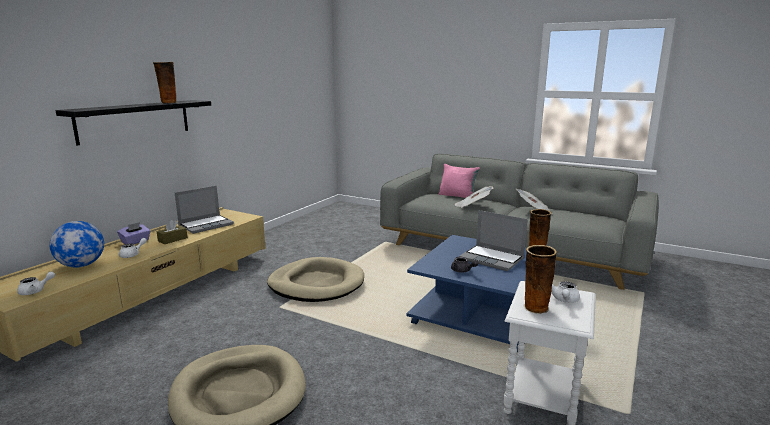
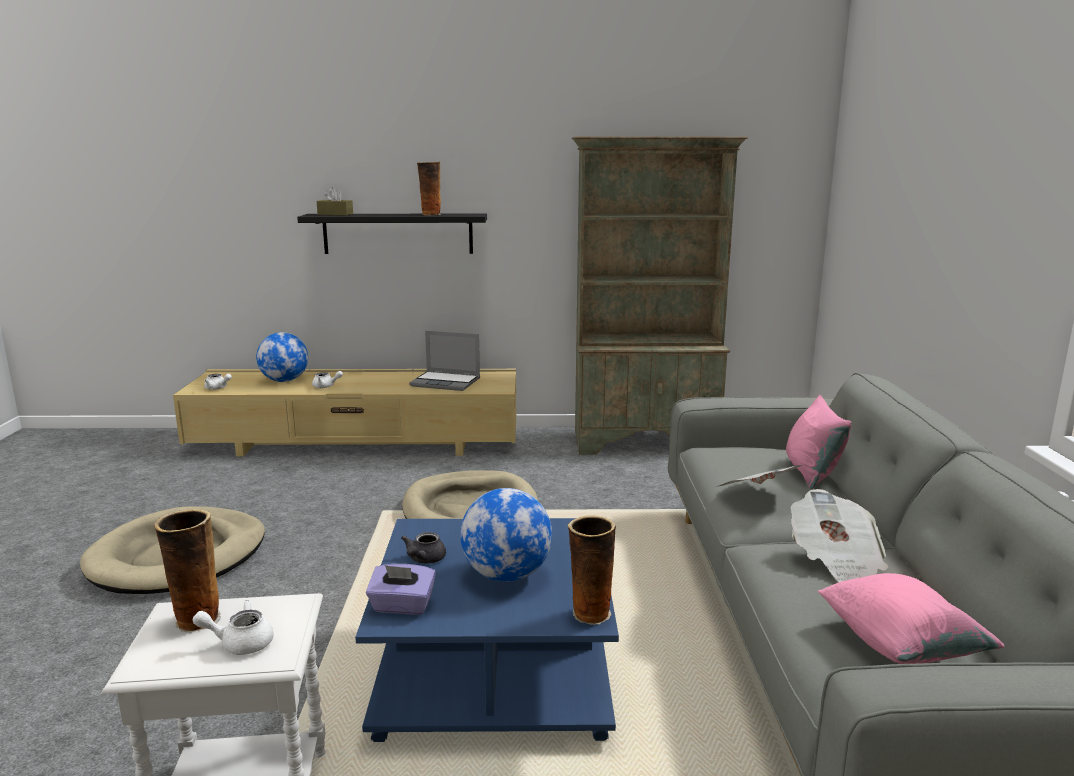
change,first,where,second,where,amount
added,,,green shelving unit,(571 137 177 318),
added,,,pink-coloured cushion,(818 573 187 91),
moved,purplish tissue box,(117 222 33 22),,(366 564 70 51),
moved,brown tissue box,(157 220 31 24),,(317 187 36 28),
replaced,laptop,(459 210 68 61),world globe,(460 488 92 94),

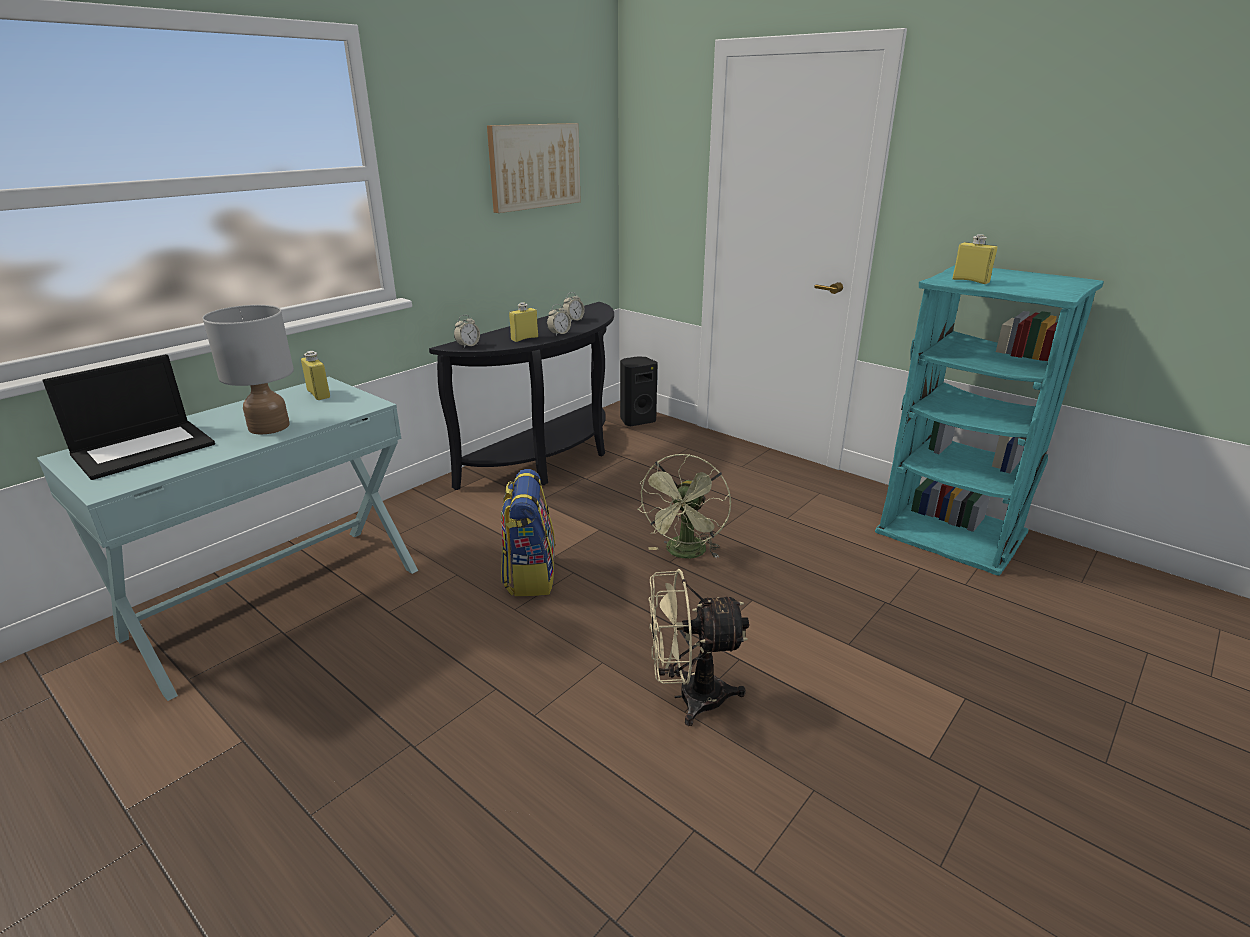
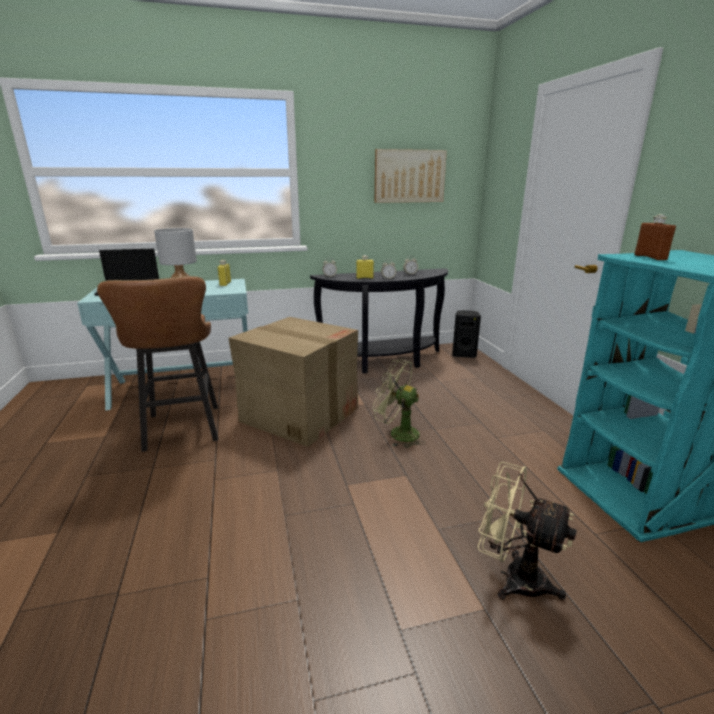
change,first,where,second,where,amount
added,,,brown stool,(97 276 121 176),
moved,beige cooling fan,(649 569 100 157),,(478 462 99 138),
replaced,backpack,(501 469 54 127),cardboard box,(228 317 130 130),
recoloured,yellow drink bottle,(952 234 45 50),brown drink bottle,(634 215 42 45),
turned,green cooling fan,(637 454 94 105),,(373 359 52 89),60 degrees clockwise

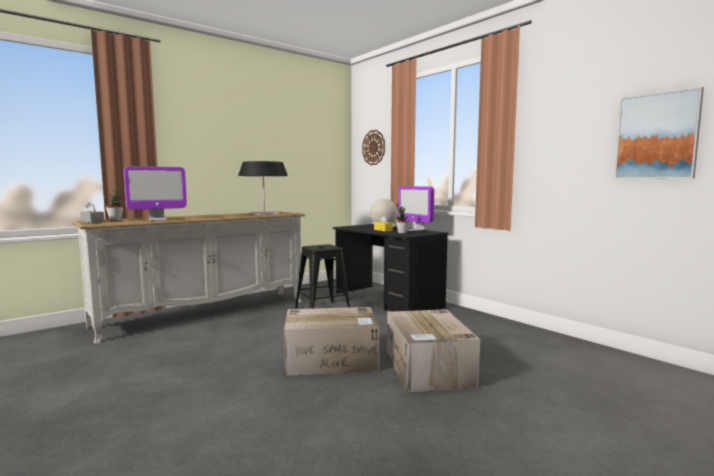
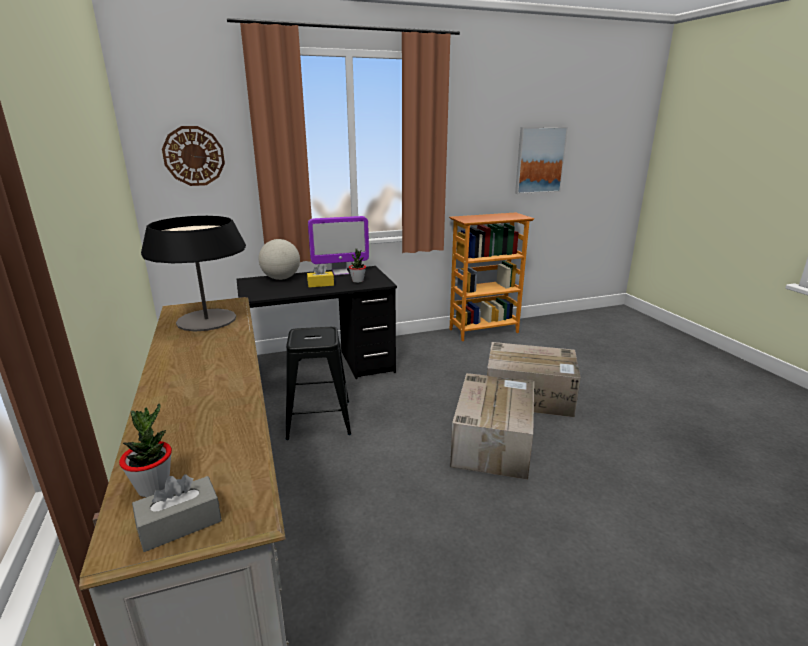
change,first,where,second,where,amount
removed,computer display,(124 166 63 55),,,
added,,,shelving unit,(449 212 85 129),

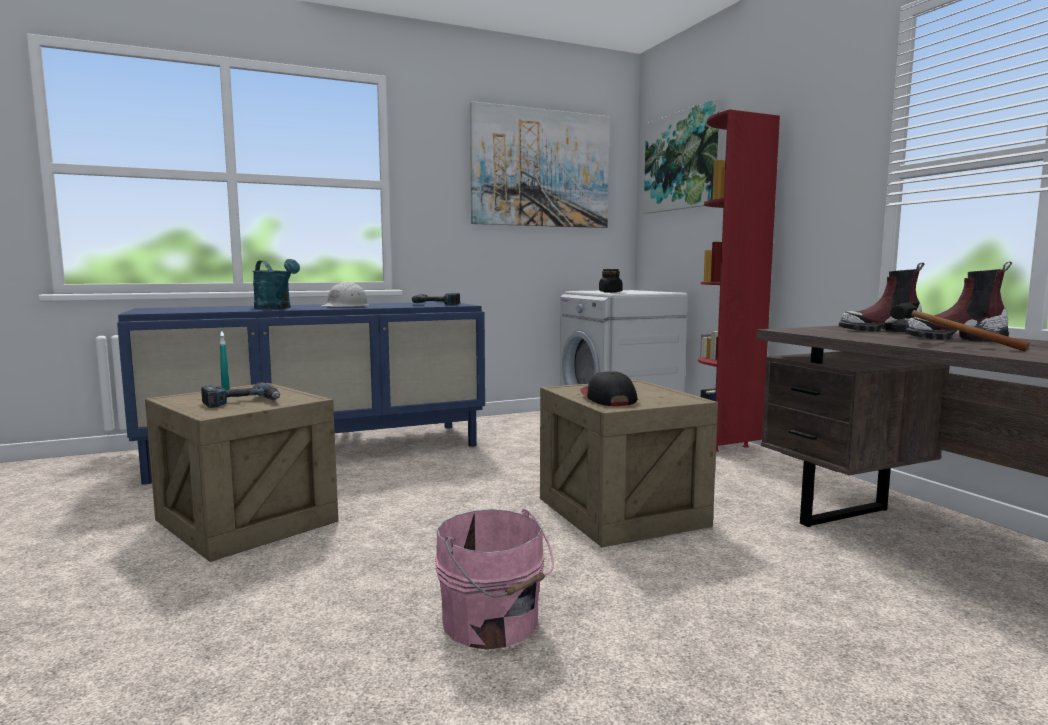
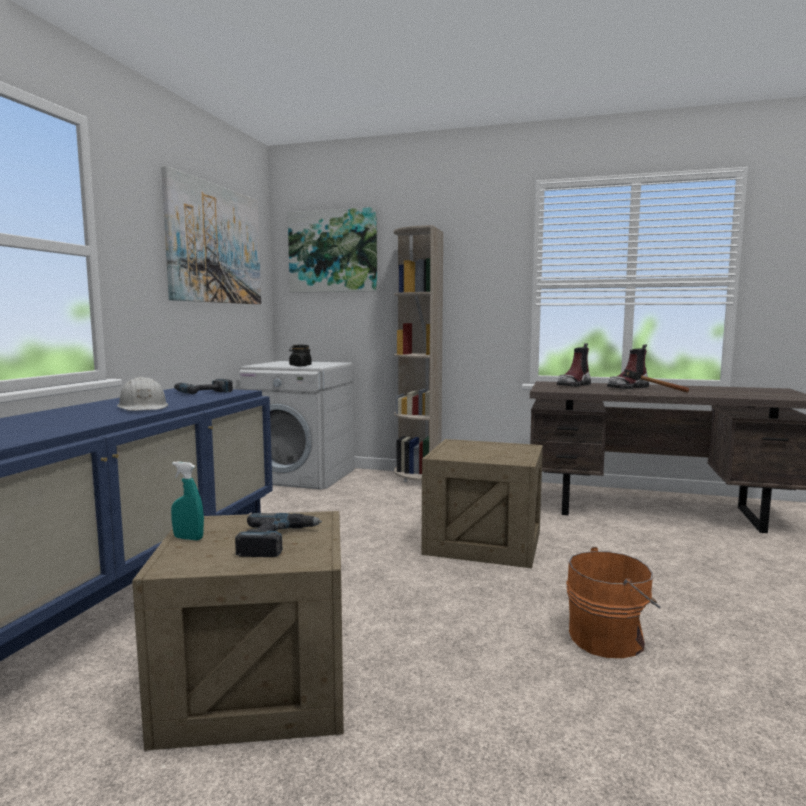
change,first,where,second,where,amount
removed,turquoise-coloured watering can,(252 259 48 50),,,
removed,peaked cap,(580 371 58 35),,,
recoloured,pink-coloured water bucket,(435 509 119 141),orange-coloured water bucket,(566 547 95 111),
recoloured,reddish shelving unit,(698 109 82 343),beige shelving unit,(394 225 49 257),

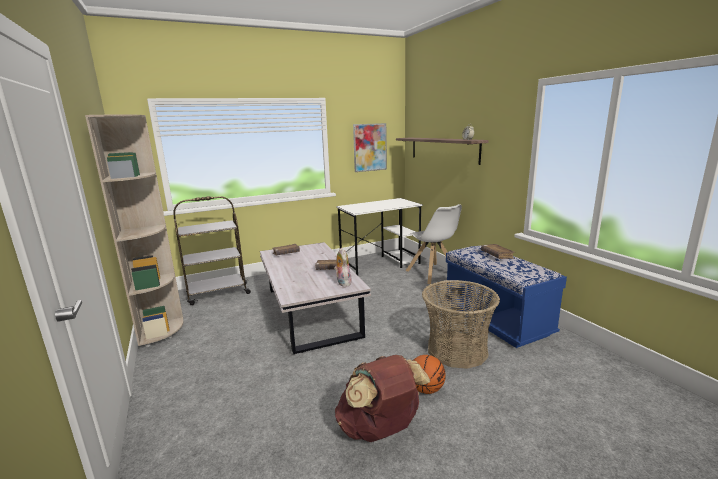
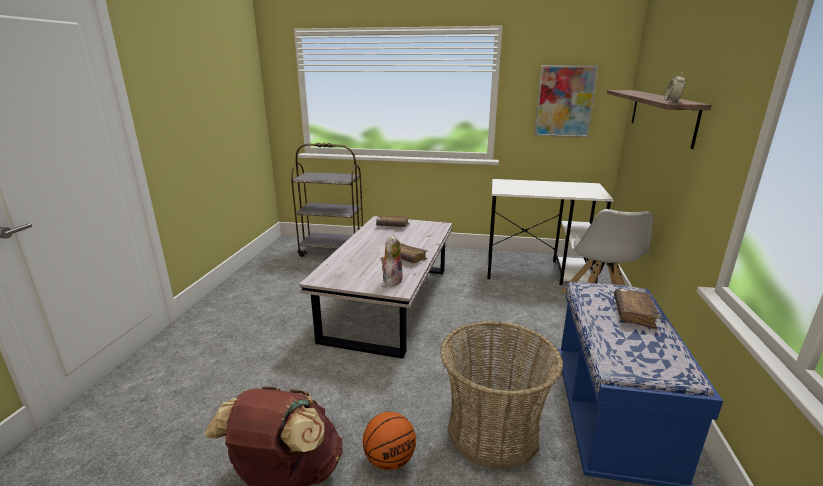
change,first,where,second,where,amount
removed,beige shelving unit,(85 114 98 233),,,

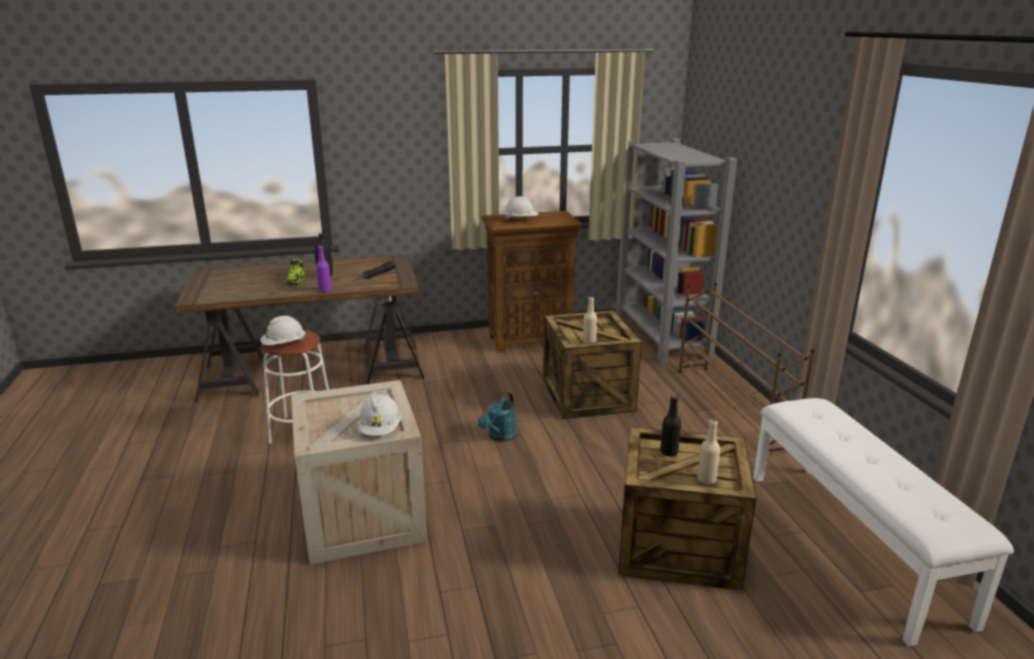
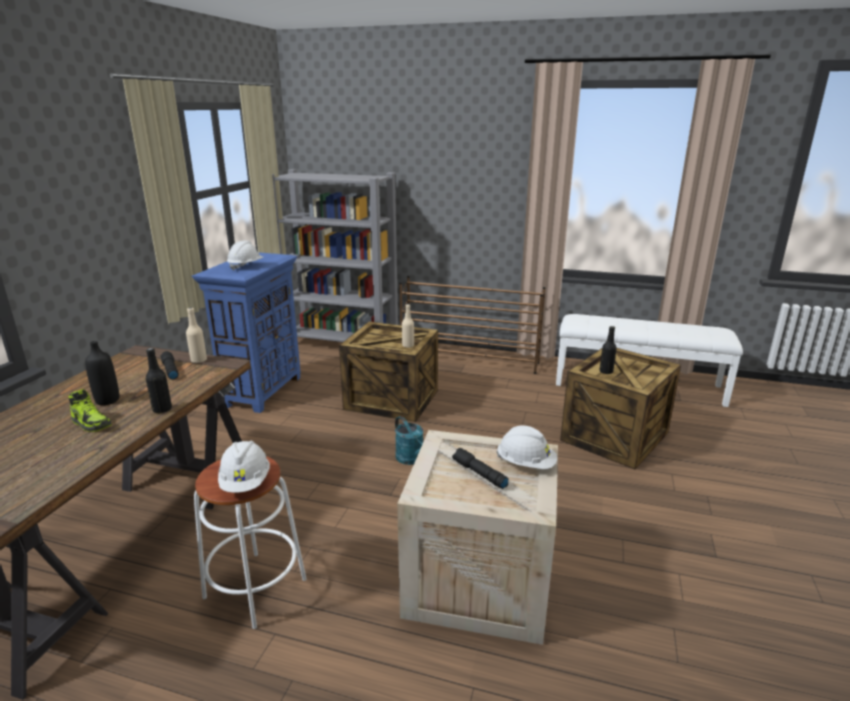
change,first,where,second,where,amount
added,,,black-coloured torch,(452 448 57 41),
moved,beige drink bottle,(697 419 23 65),,(186 307 21 56),
recoloured,purplish drink bottle,(316 246 16 46),black-coloured drink bottle,(146 348 26 66),
recoloured,brown cabinet,(481 211 102 141),bluish cabinet,(192 252 108 161),

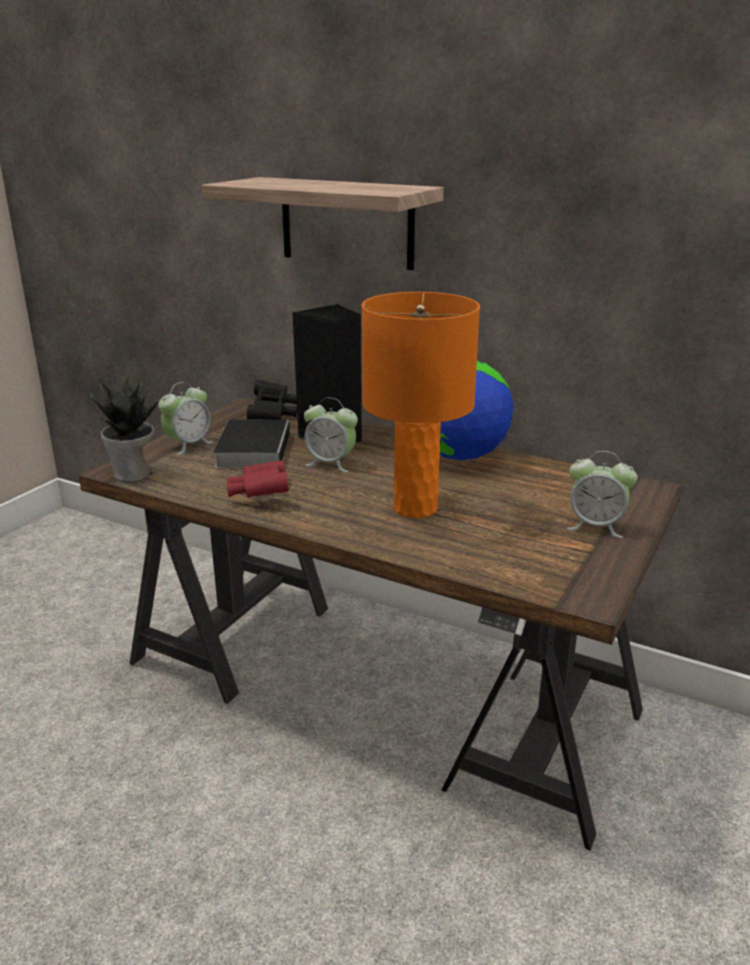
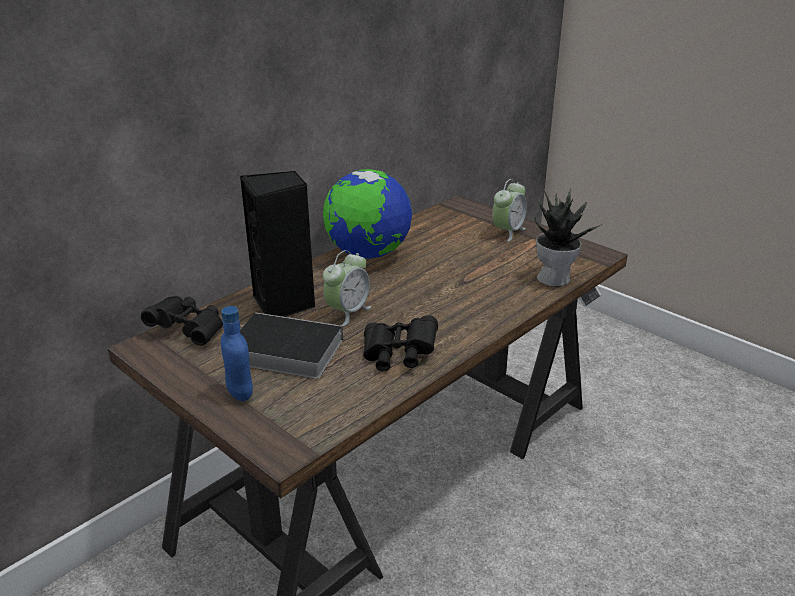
change,first,where,second,where,amount
removed,bracket shelf,(202 177 242 93),,,
removed,orange-coloured lamp for a table,(361 292 119 226),,,
moved,potted plant,(88 367 77 114),,(534 189 68 98),
replaced,alarm clock,(158 382 55 73),bluish drink bottle,(221 306 32 95),
recoloured,reddish field glasses,(226 461 63 37),black-coloured field glasses,(363 315 75 56),

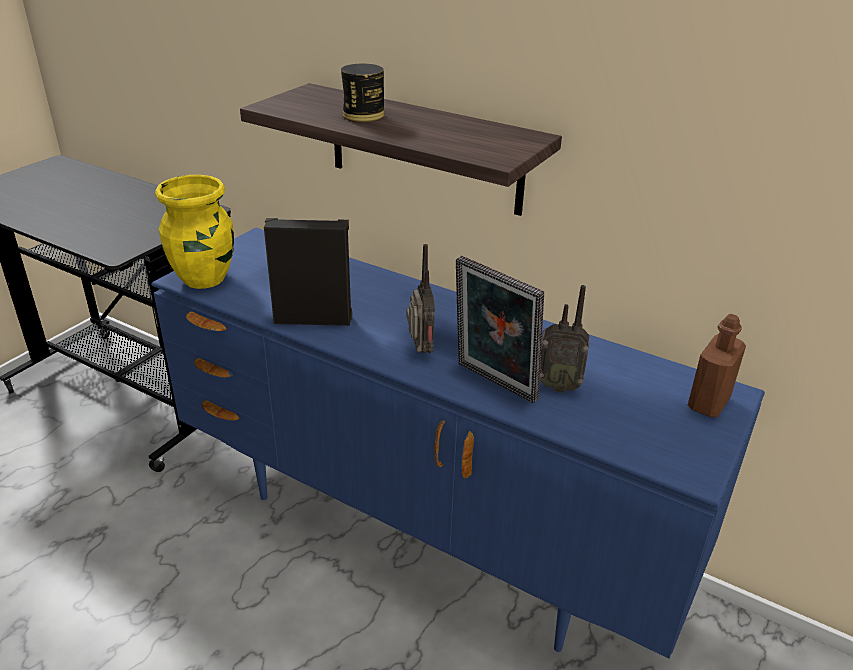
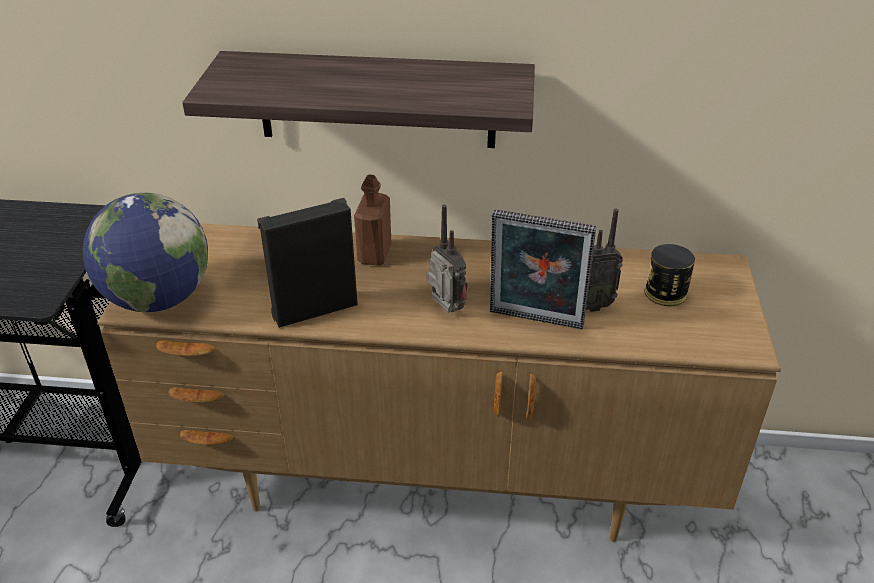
change,first,where,second,where,amount
moved,sealed can,(341 64 43 58),,(644 244 51 62),
moved,brown drink bottle,(688 314 58 104),,(354 174 38 92),
replaced,yellow decorative vase,(155 175 79 114),world globe,(83 193 125 119),
recoloured,bluish chest of drawers,(151 227 614 432),brown chest of drawers,(97 223 684 319),

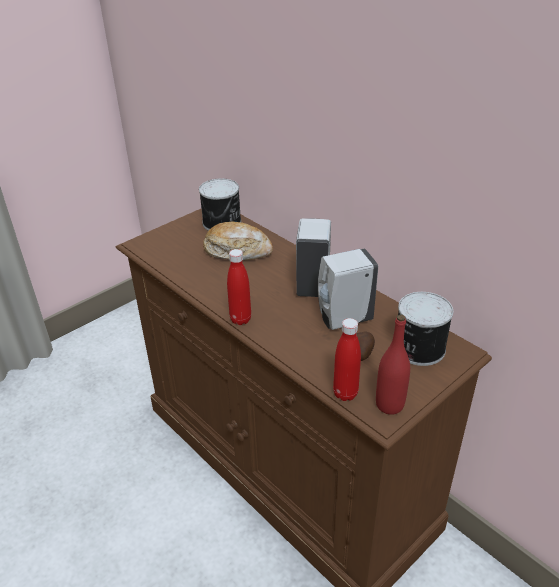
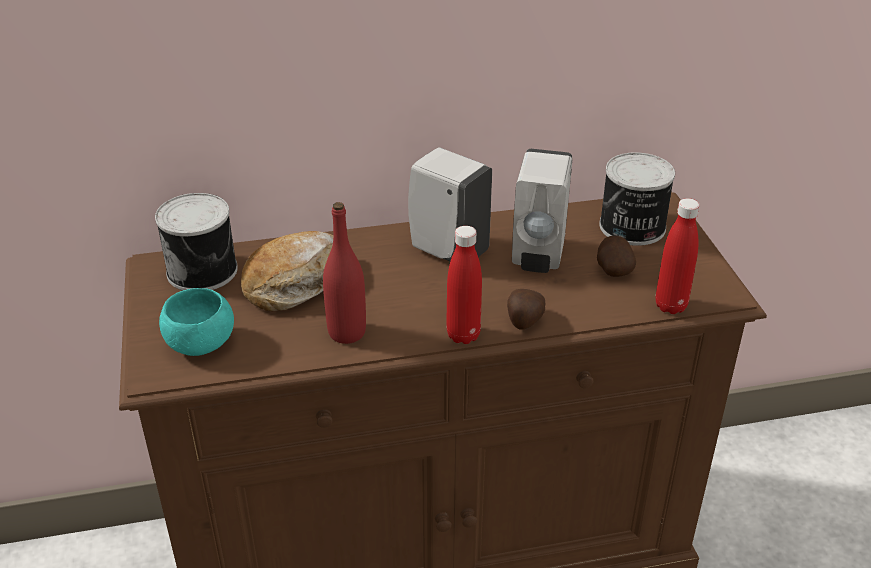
change,first,where,second,where,amount
added,,,turquoise-coloured bowl,(159 288 75 68),
added,,,potato,(507 289 38 41),
moved,reddish drink bottle,(376 315 34 100),,(323 202 43 142),

